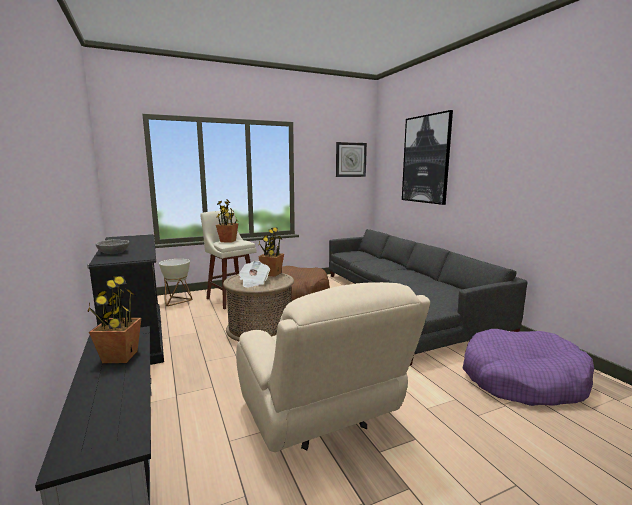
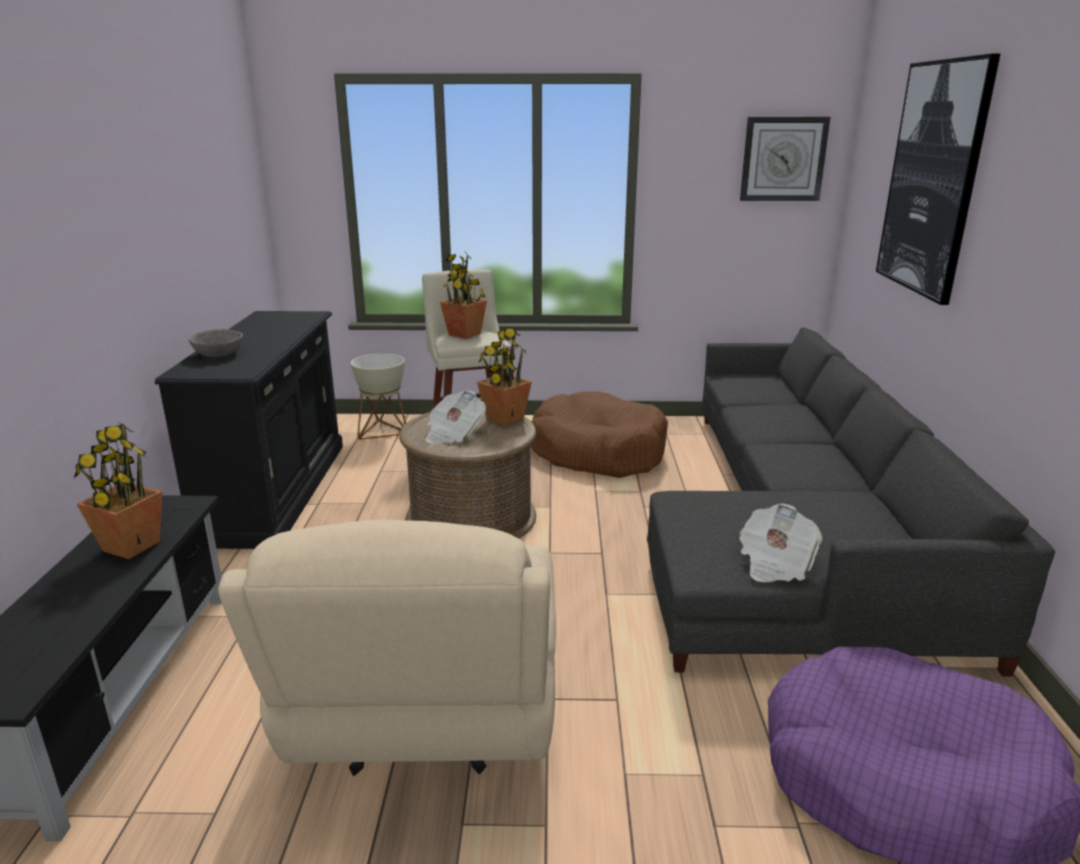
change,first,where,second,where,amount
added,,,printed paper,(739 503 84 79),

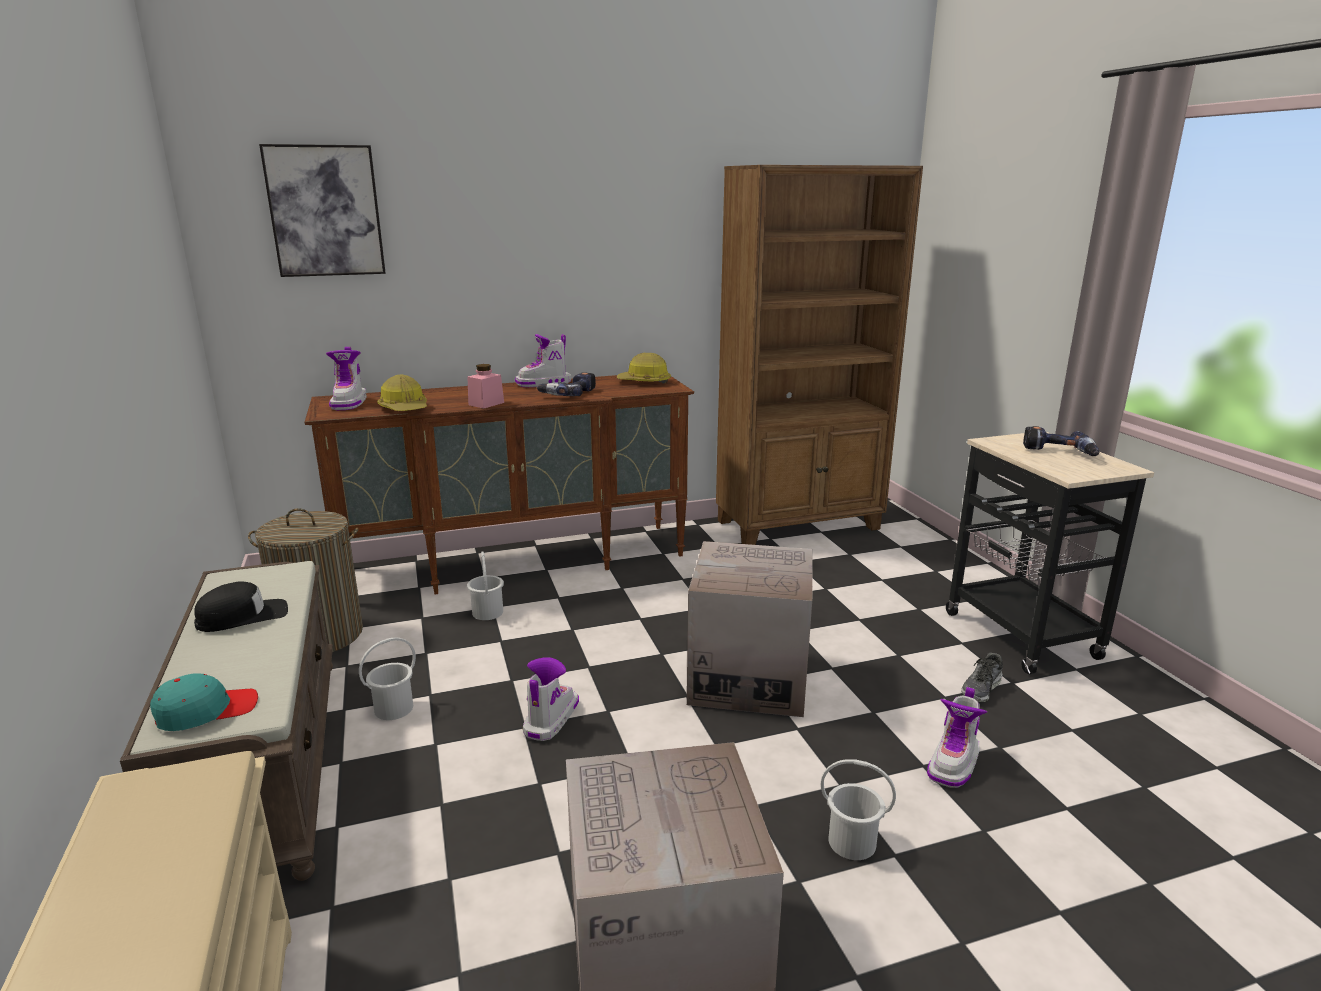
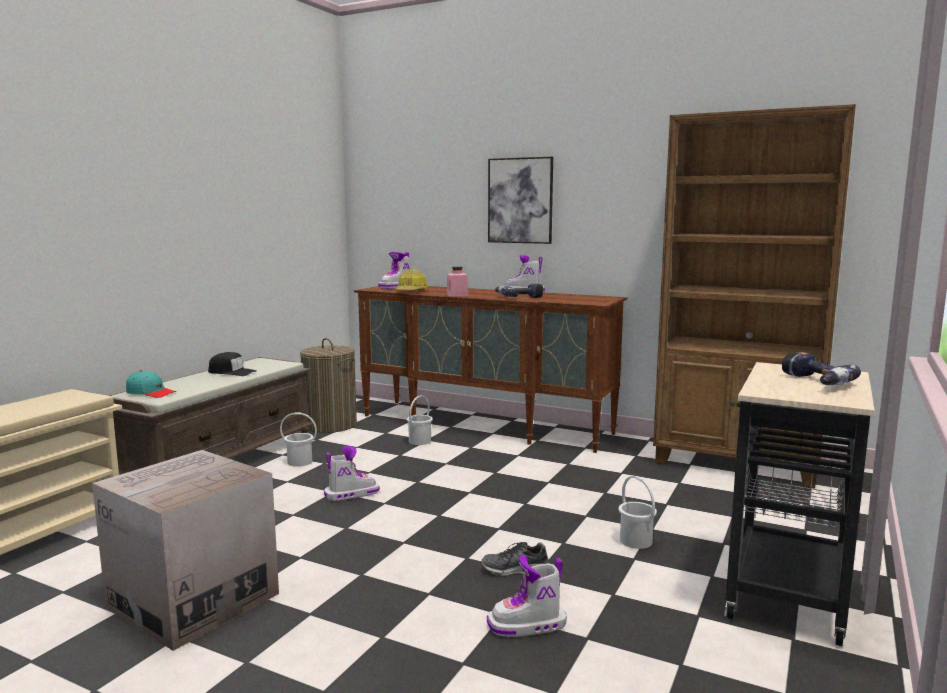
change,first,where,second,where,amount
removed,hard hat,(617 353 54 31),,,
removed,cardboard box,(687 541 126 176),,,
moved,wall picture,(259 144 127 133),,(488 157 65 87),
moved,white-coloured water bucket,(821 759 75 101),,(618 476 39 73),
moved,shoe,(961 653 42 49),,(482 542 68 34),

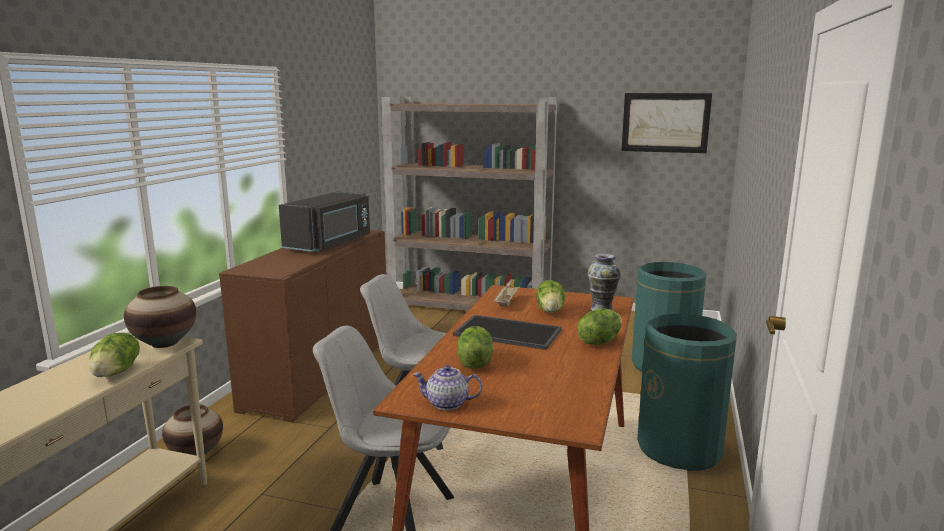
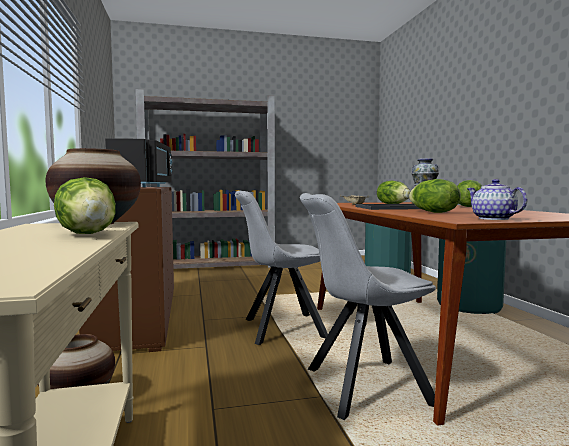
change,first,where,second,where,amount
removed,wall picture,(621 93 91 60),,,
turned,tea pot,(413 365 69 45),,(467 179 60 41),90 degrees clockwise

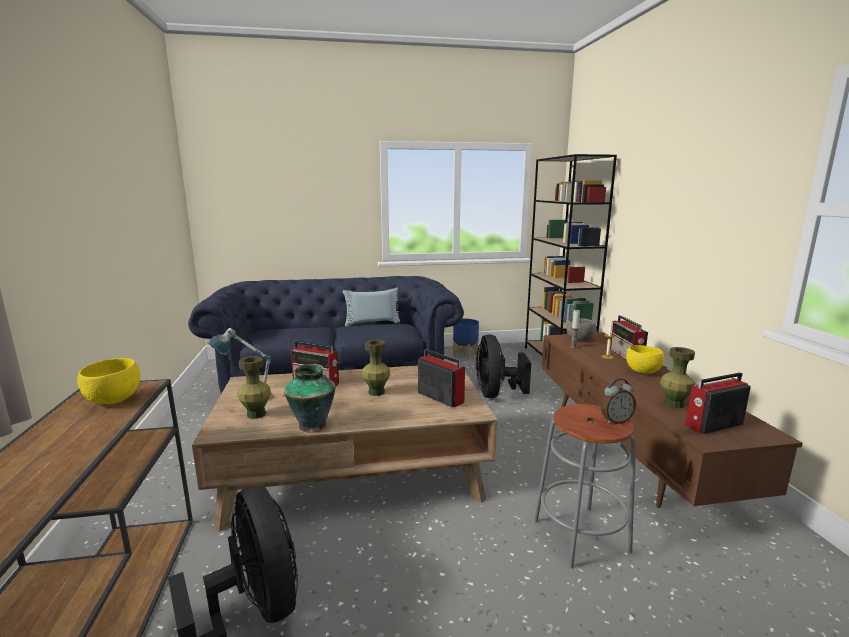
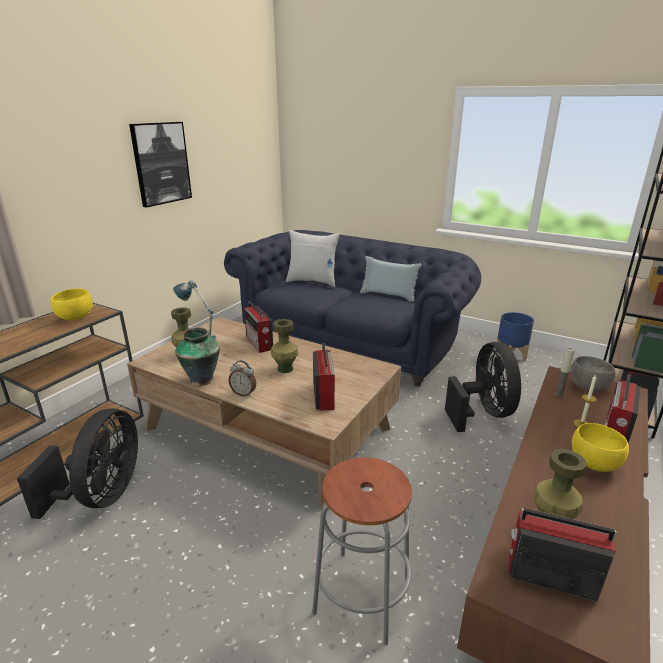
change,first,where,second,where,amount
added,,,wall picture,(129 122 63 86),
added,,,gray cushion,(286 230 53 57),
moved,alarm clock,(601 378 35 46),,(228 360 28 37),
turned,black-coloured cooling fan,(476 334 55 64),,(445 342 76 90),135 degrees clockwise

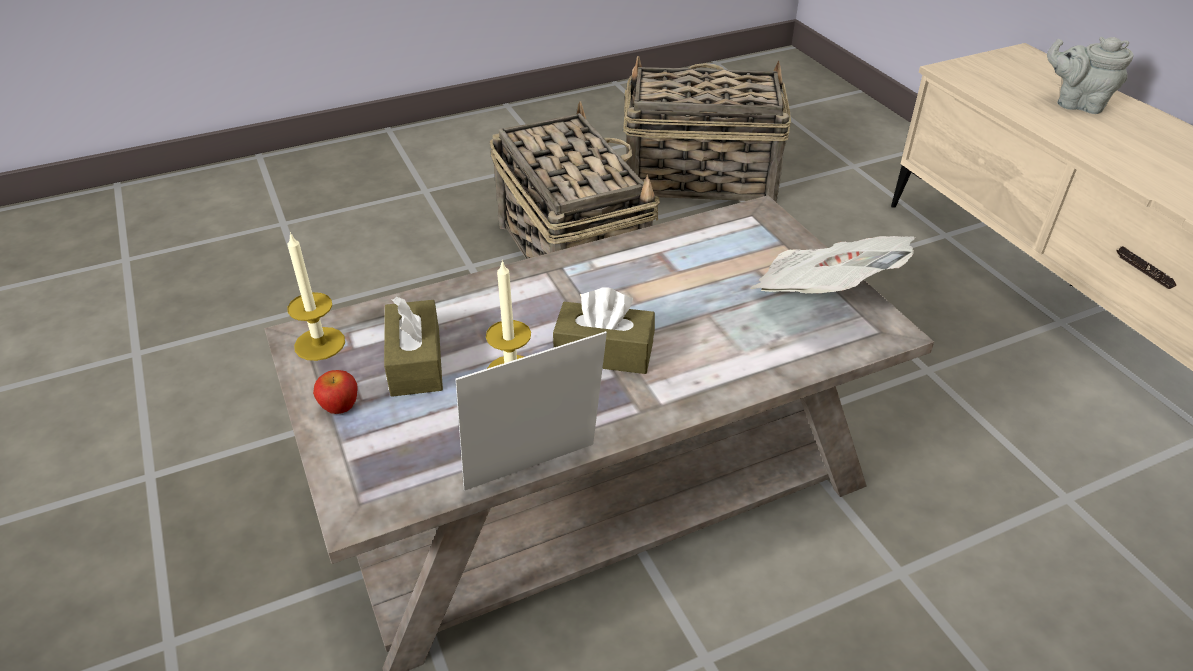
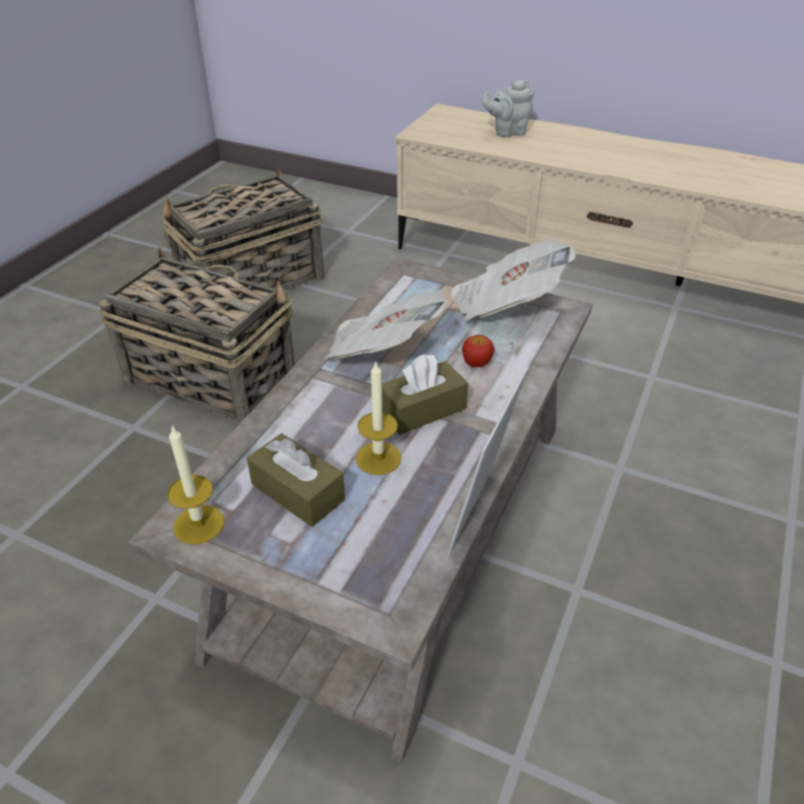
change,first,where,second,where,amount
added,,,printed paper,(325 289 122 70),
moved,whole apple,(313 370 45 44),,(462 335 32 32),

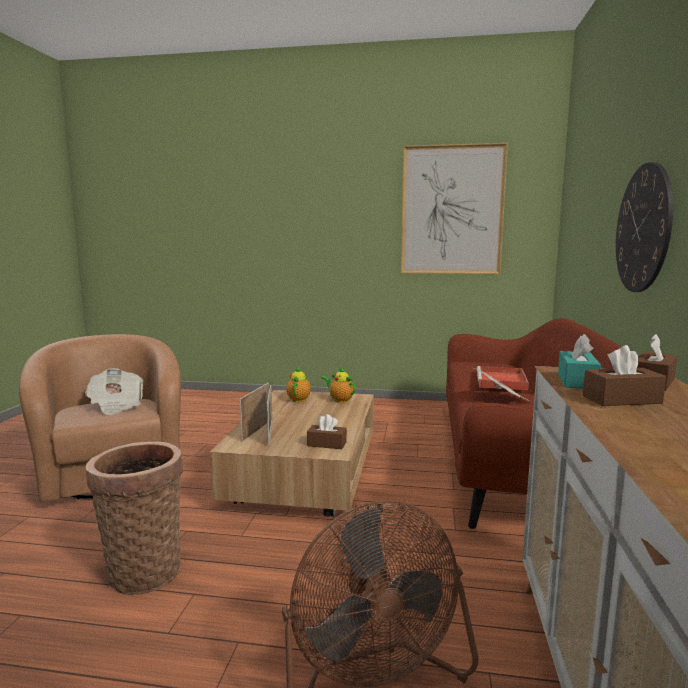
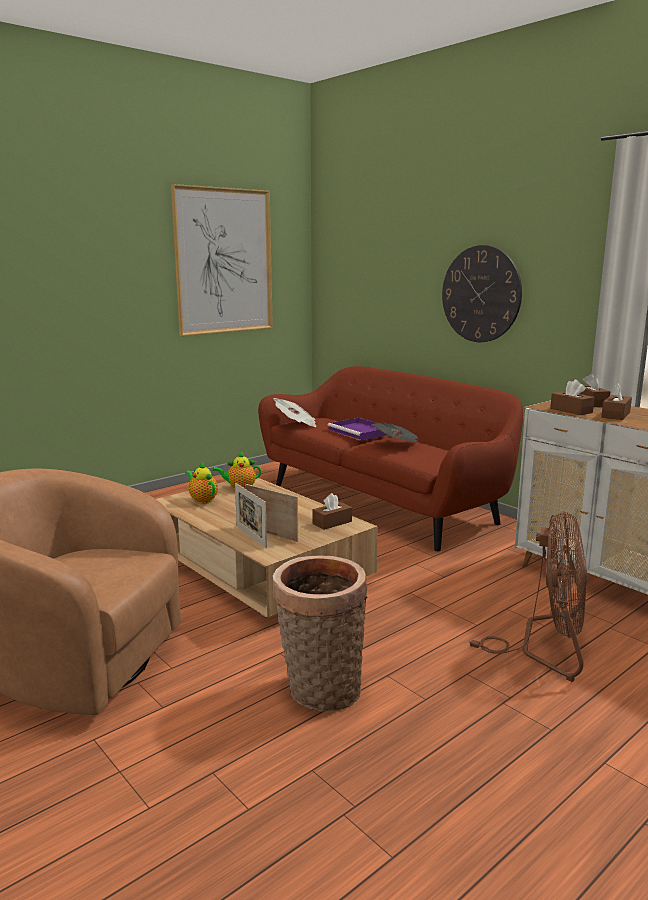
change,first,where,second,where,amount
moved,printed paper,(85 368 58 47),,(273 398 43 29),
recoloured,reddish tray,(477 366 52 24),purplish tray,(327 417 60 24),
recoloured,turquoise-coloured tissue box,(558 334 43 55),brown tissue box,(550 379 45 36),

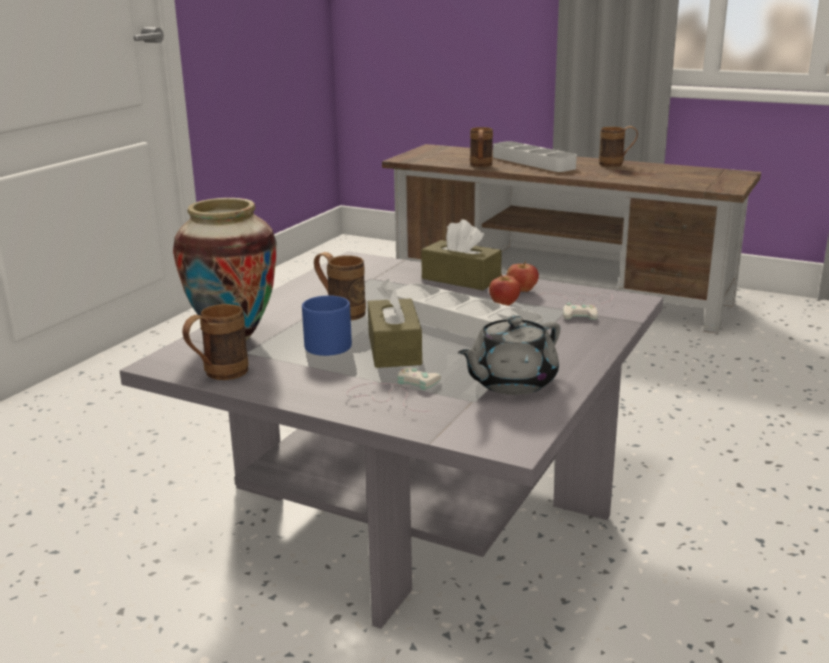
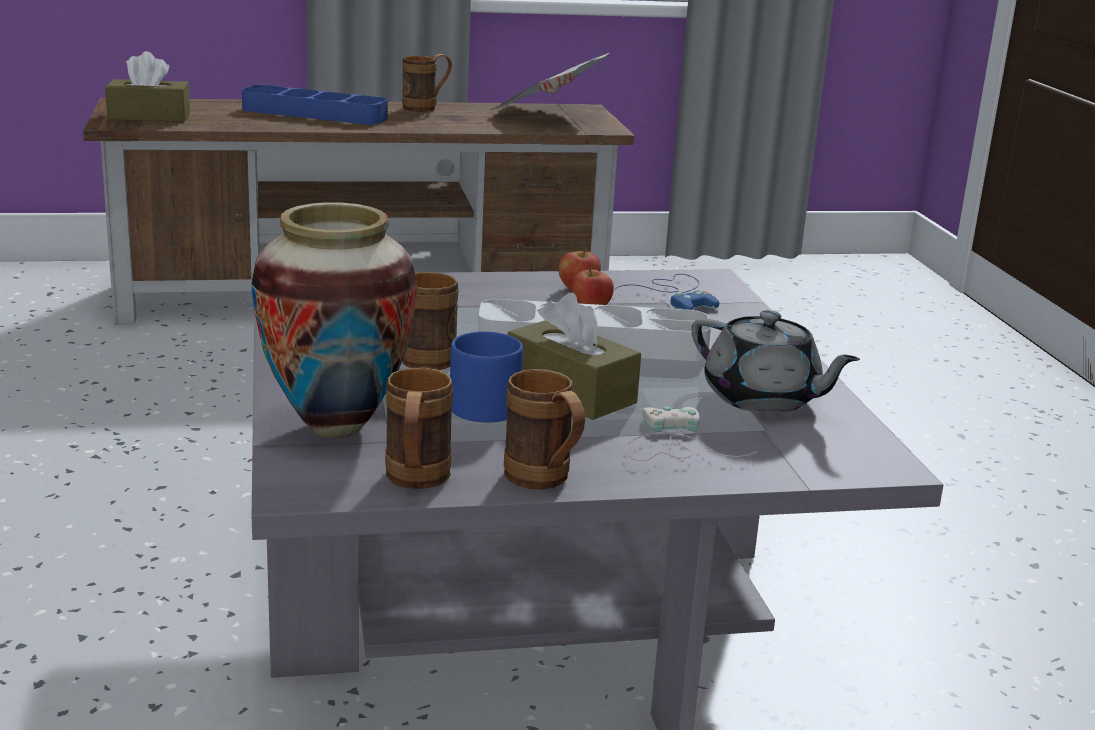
change,first,where,second,where,amount
added,,,printed paper,(490 53 119 57),
moved,brown tissue box,(421 219 81 71),,(105 51 85 71),
moved,brown mug,(470 127 23 40),,(504 369 81 121),
recoloured,gray tray,(493 141 84 31),bluish tray,(242 85 146 40),
recoloured,white-coloured gamepad,(539 292 74 28),bluish gamepad,(614 274 105 36),
turned,gray tea pot,(458 315 102 80),,(692 310 168 104),60 degrees counterclockwise

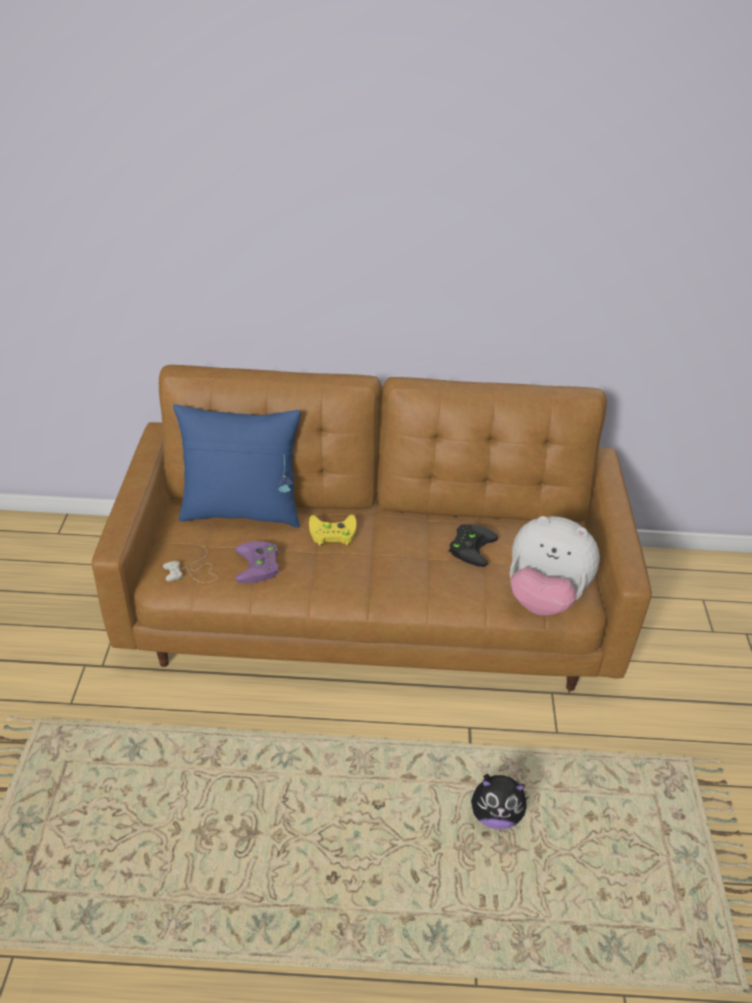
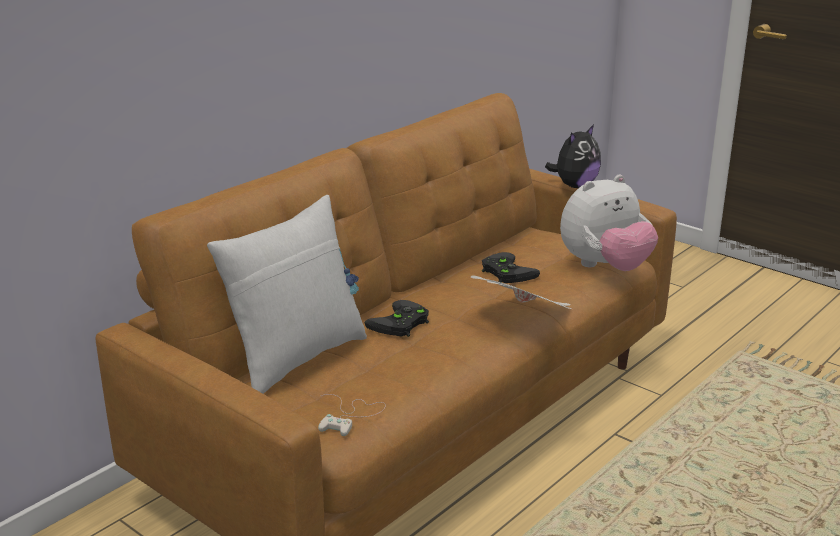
change,first,where,second,where,amount
removed,purplish gamepad,(235 541 44 42),,,
added,,,printed paper,(471 275 100 34),
moved,cuddly toy,(471 774 59 55),,(545 124 56 64),
recoloured,bluish cushion,(173 404 128 124),gray cushion,(207 195 160 199),
recoloured,yellow gamepad,(309 514 47 32),black-coloured gamepad,(365 300 64 37),

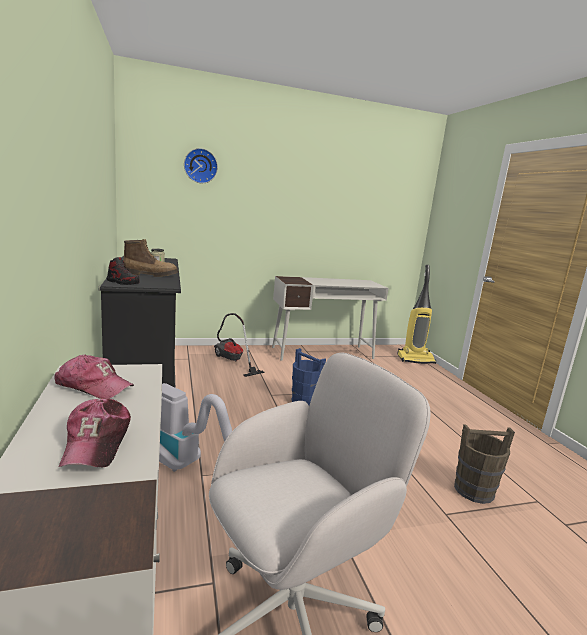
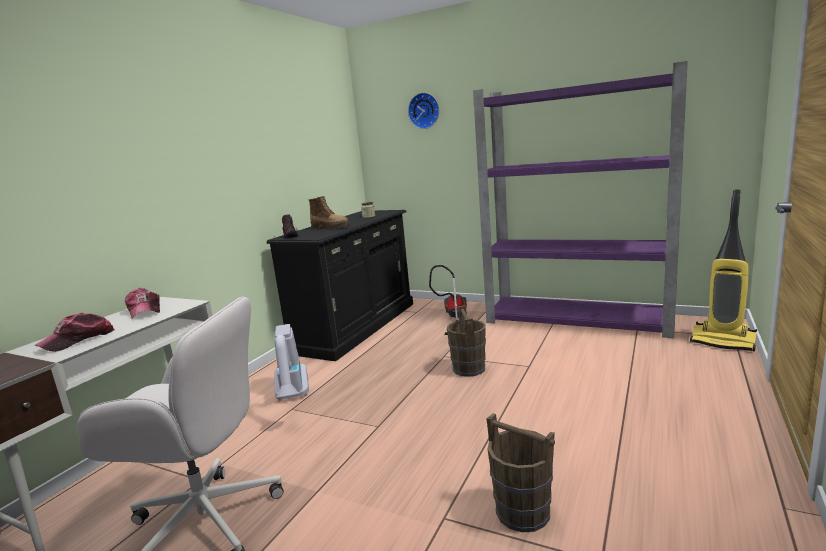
change,first,where,second,where,amount
replaced,white-coloured desk table,(272 276 116 85),purplish shelving unit,(473 61 215 277),
recoloured,bluish water bucket,(292 348 34 57),brown water bucket,(447 305 39 72),

